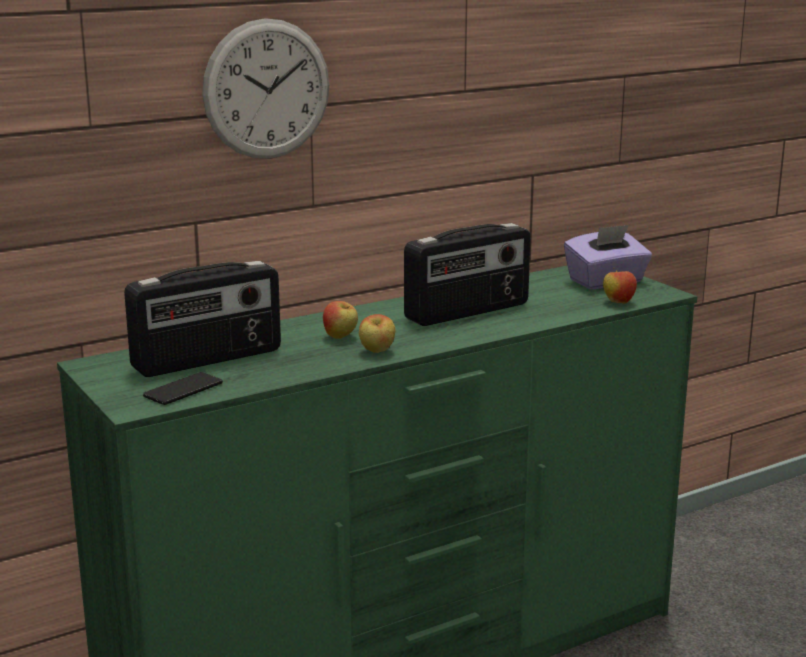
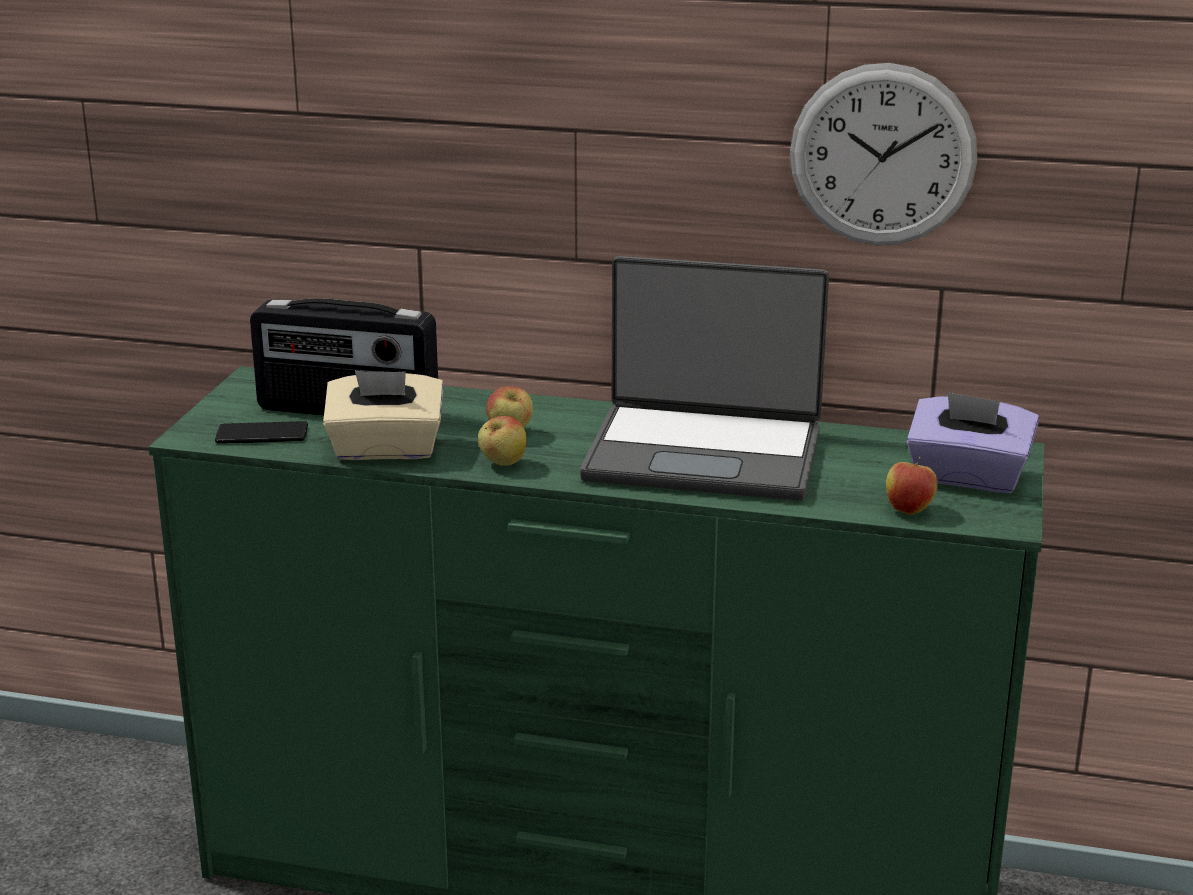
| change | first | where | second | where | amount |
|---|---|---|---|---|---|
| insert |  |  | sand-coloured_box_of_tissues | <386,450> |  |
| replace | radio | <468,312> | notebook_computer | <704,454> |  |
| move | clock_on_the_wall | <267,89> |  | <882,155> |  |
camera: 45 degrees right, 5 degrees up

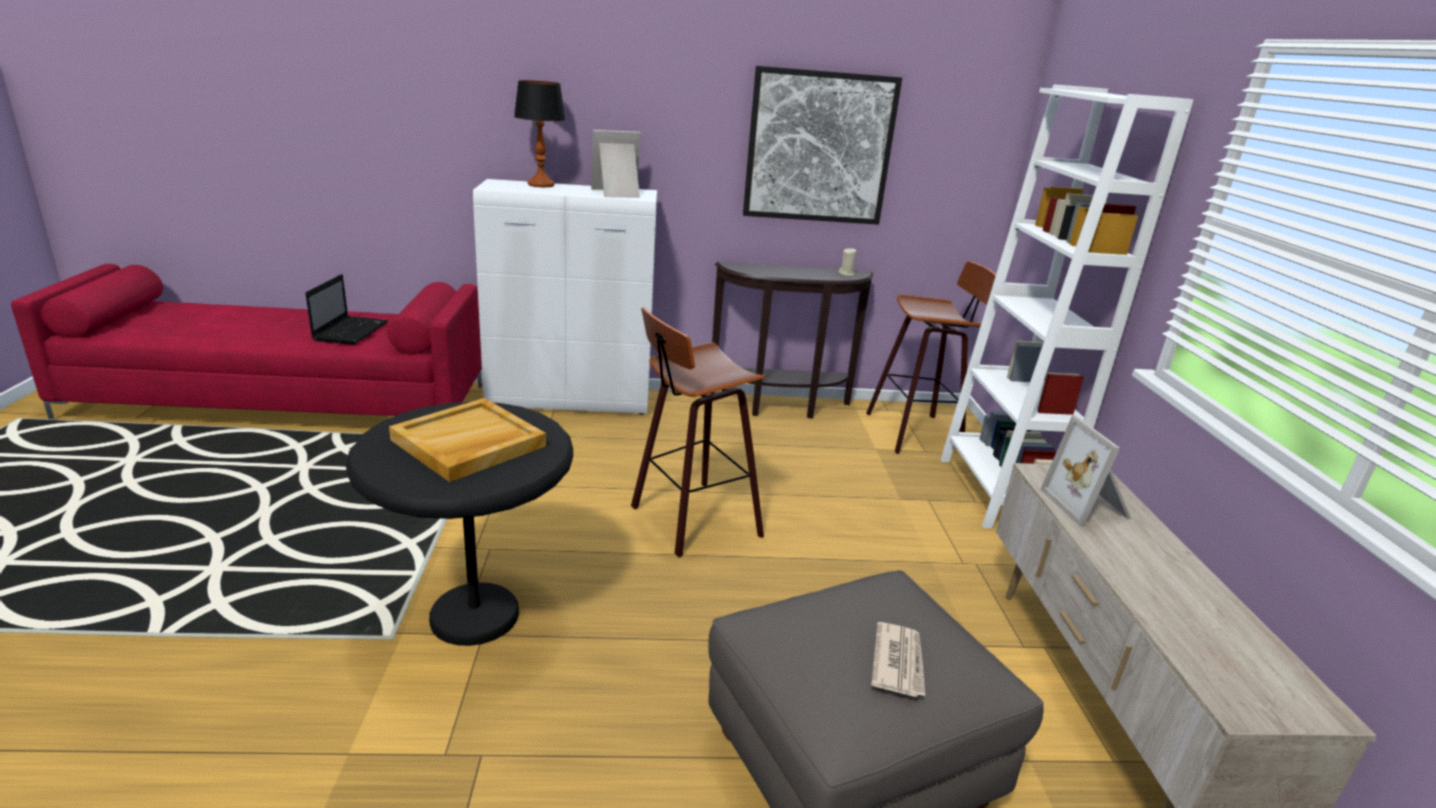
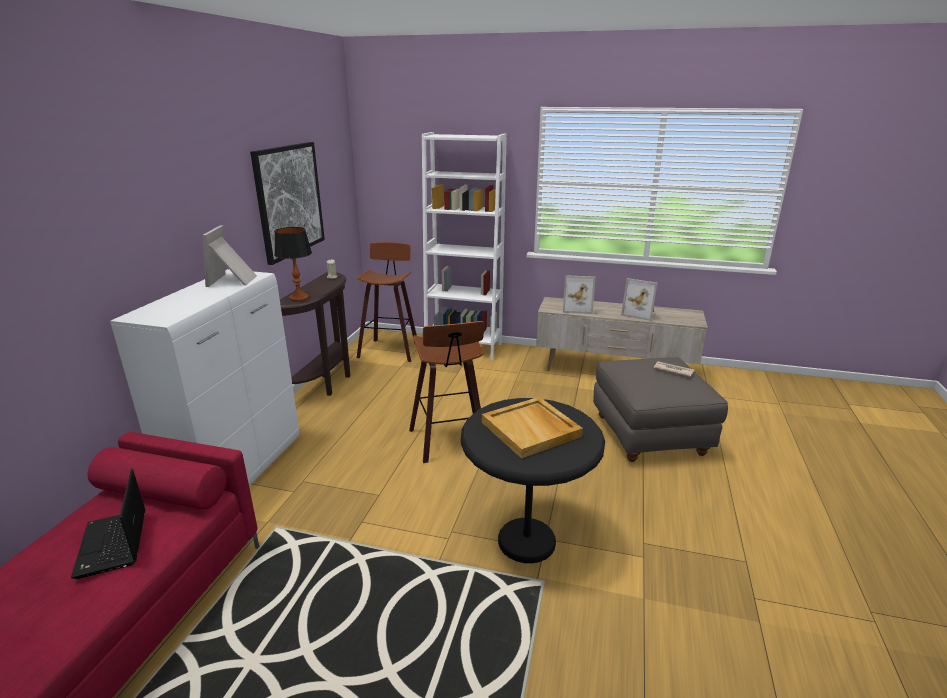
| change | first | where | second | where | amount |
|---|---|---|---|---|---|
| rotate | notebook_computer | <351,331> |  | <113,545> | 135 degrees counterclockwise |
| move | table_lamp | <541,185> |  | <299,298> |  |
| insert |  |  | photo_frame | <639,313> |  |
camera: 70 degrees left, 0 degrees up

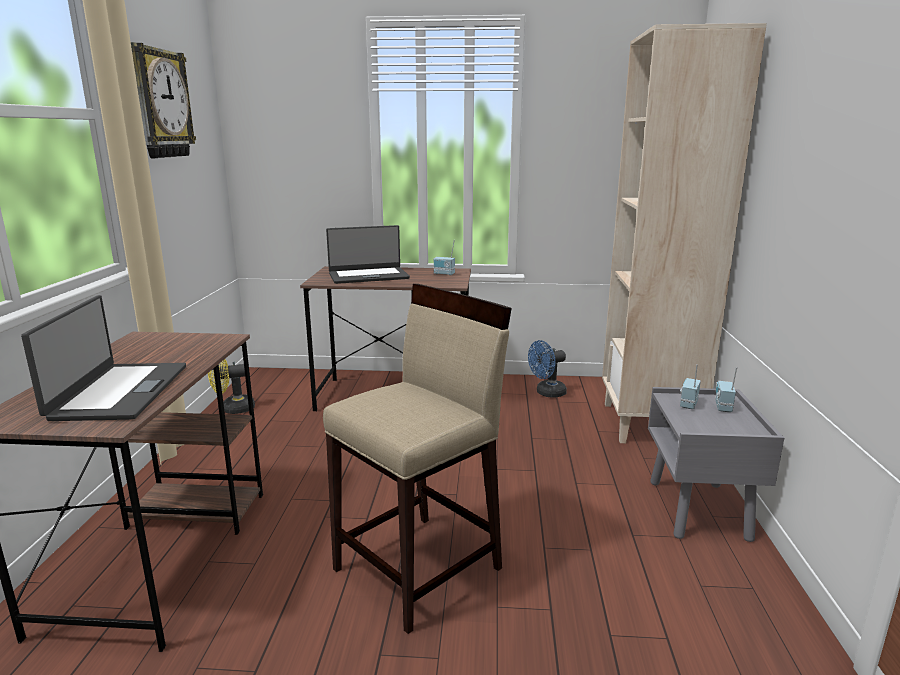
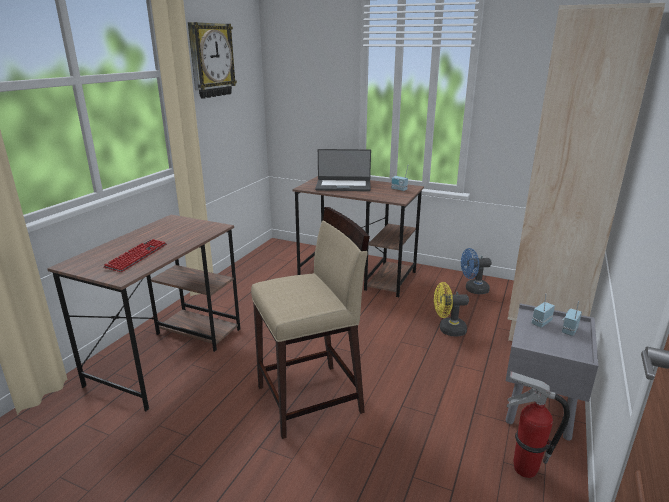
| change | first | where | second | where | amount |
|---|---|---|---|---|---|
| replace | notebook_computer | <119,392> | keyboard | <137,256> |  |
| move | yellow-coloured_fan | <233,409> |  | <448,330> |  |
| insert |  |  | fire_extinguisher | <524,469> |  |
camera: 20 degrees right, 5 degrees up

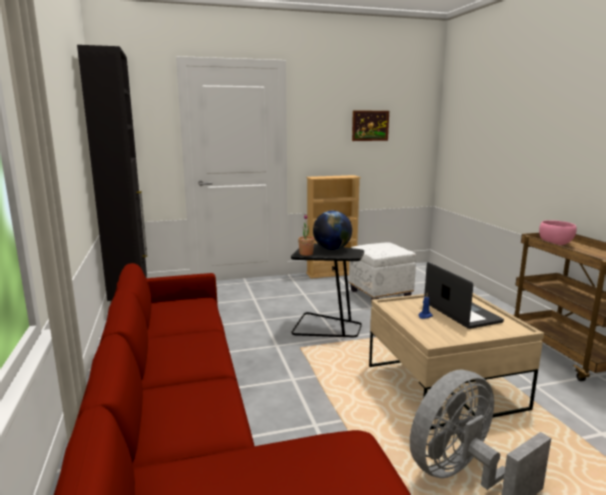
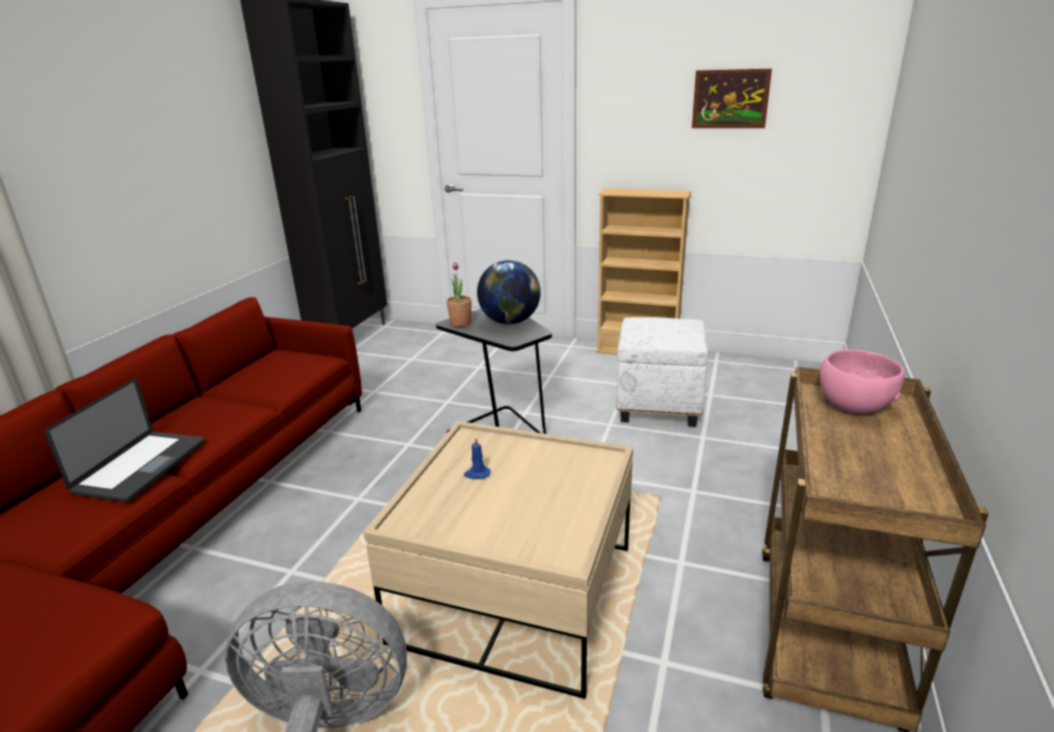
| change | first | where | second | where | amount |
|---|---|---|---|---|---|
| move | notebook_computer | <461,312> |  | <141,467> |  |
camera: 35 degrees right, 10 degrees up

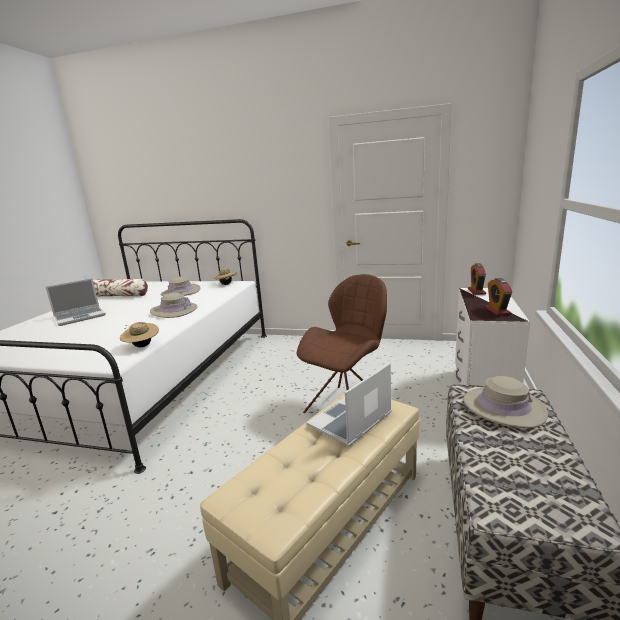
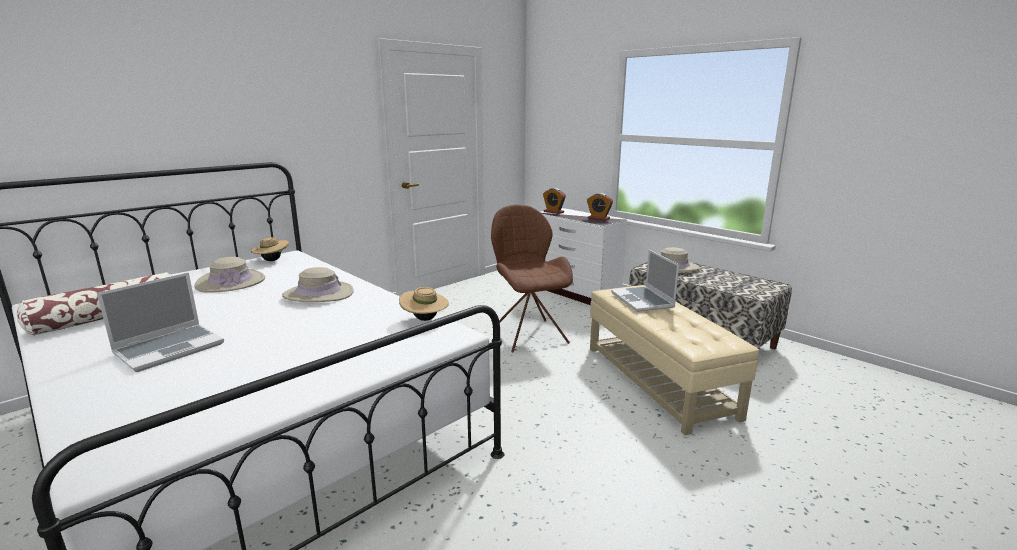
| change | first | where | second | where | amount |
|---|---|---|---|---|---|
| rotate | notebook_computer | <80,317> |  | <170,348> | 45 degrees clockwise |
camera: 60 degrees left, 0 degrees up

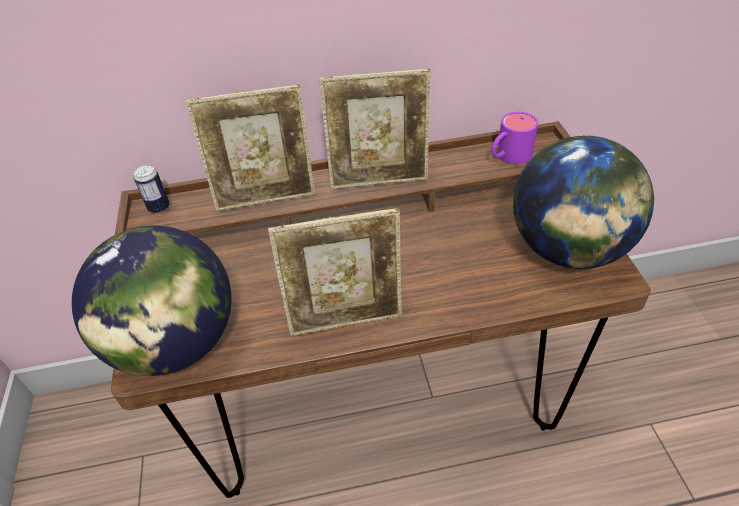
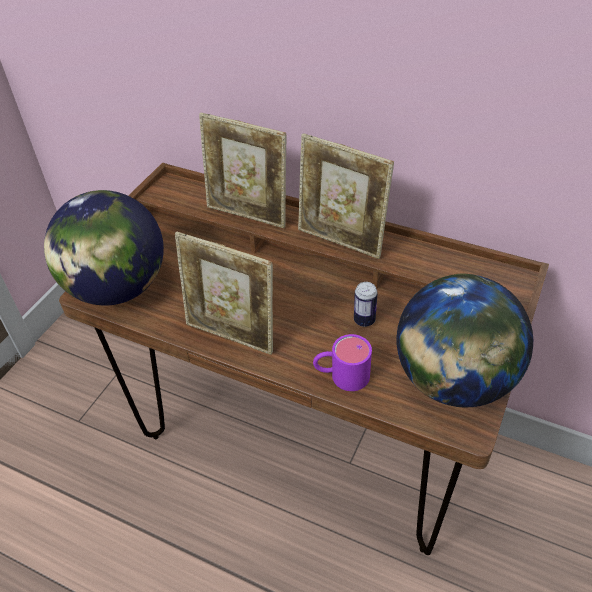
| change | first | where | second | where | amount |
|---|---|---|---|---|---|
| move | purplish_tea_mug | <508,157> |  | <341,375> |  |
| move | sealed_can | <159,208> |  | <364,320> |  |
camera: 35 degrees right, 0 degrees up

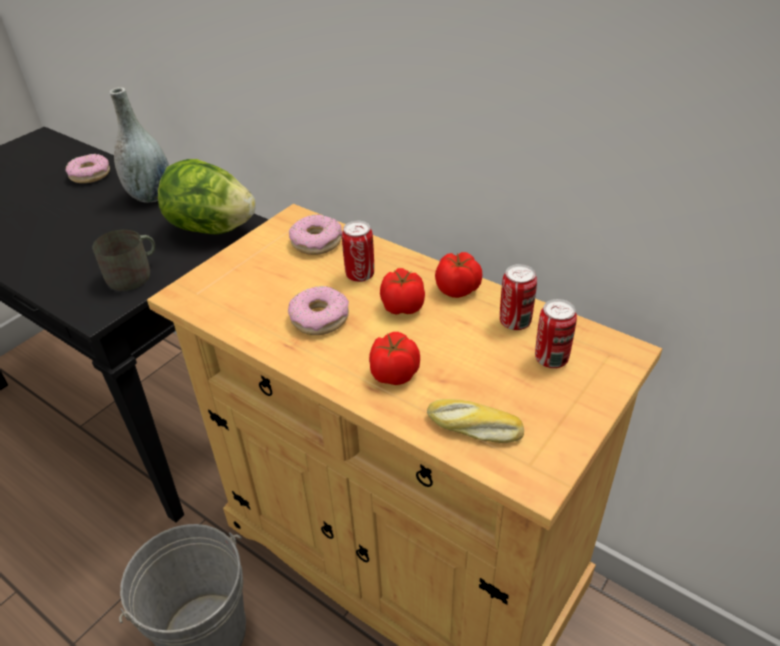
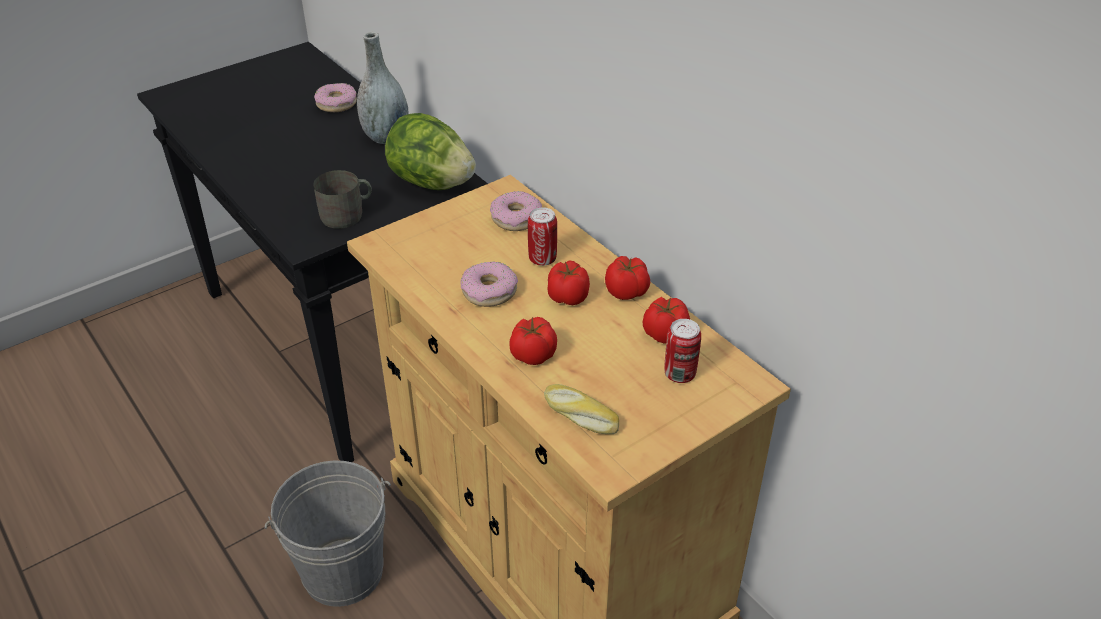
| change | first | where | second | where | amount |
|---|---|---|---|---|---|
| replace | sealed_can | <515,322> | tomato | <664,334> |  |
camera: 15 degrees right, 0 degrees up

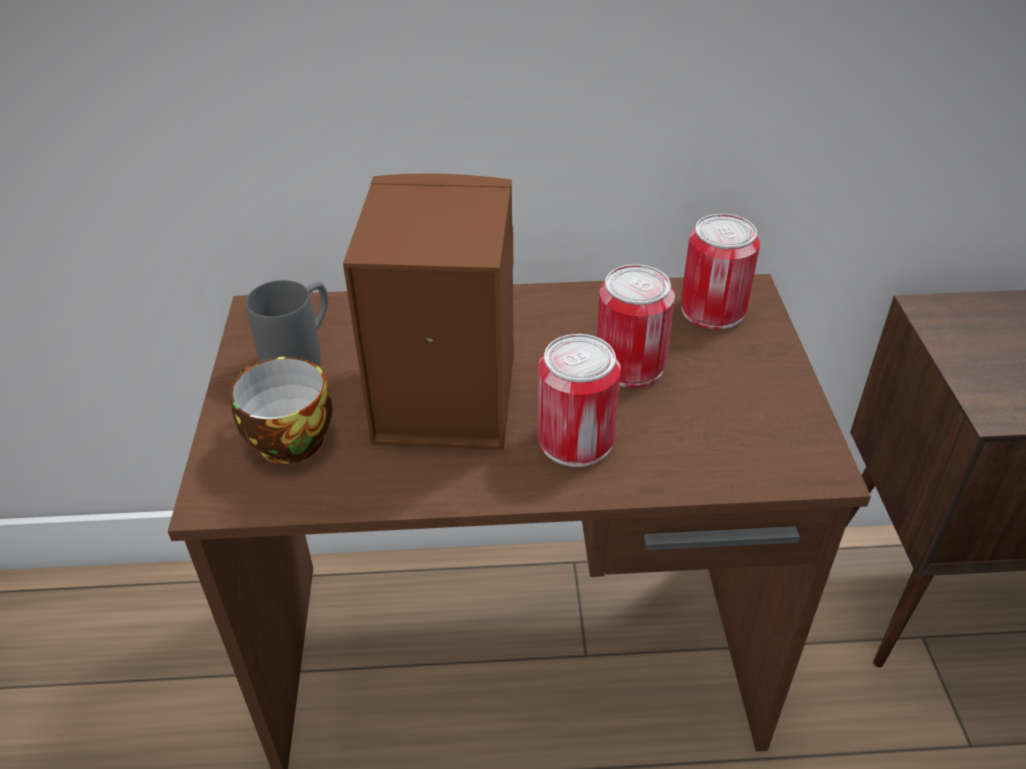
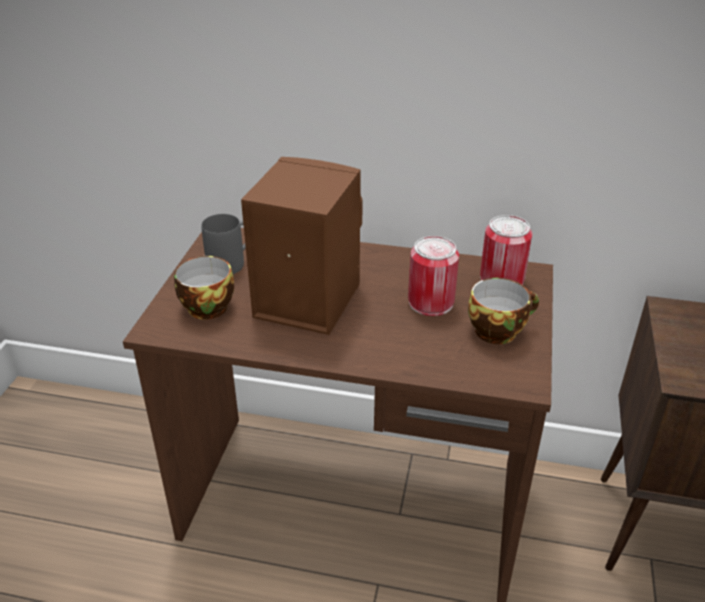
| change | first | where | second | where | amount |
|---|---|---|---|---|---|
| insert |  |  | small_cup | <498,330> |  |
| delete | sealed_can | <575,440> |  |  |  |
camera: 15 degrees right, 5 degrees down

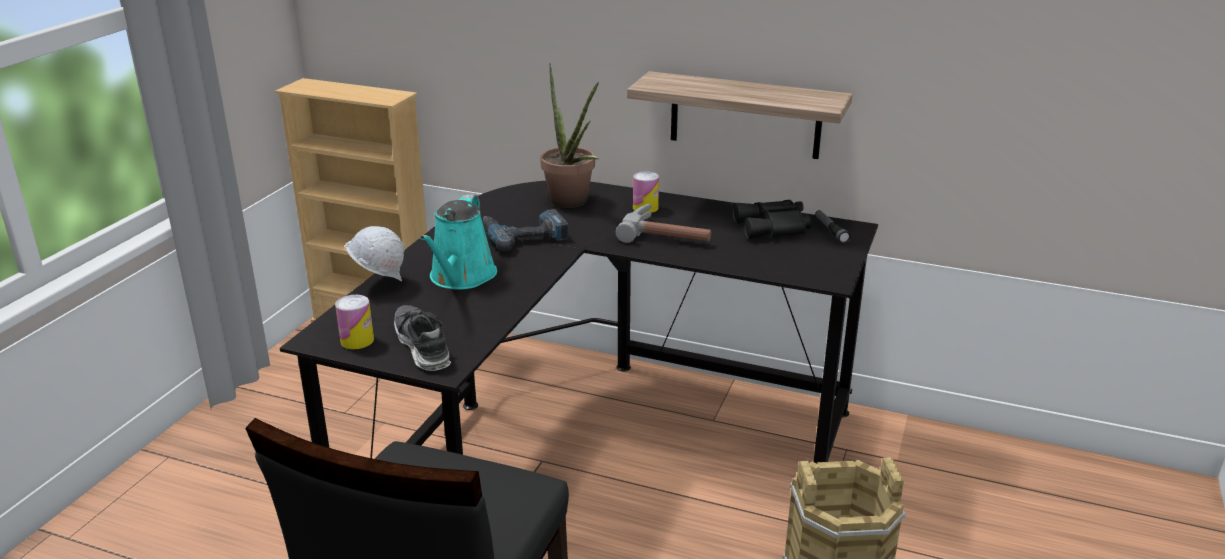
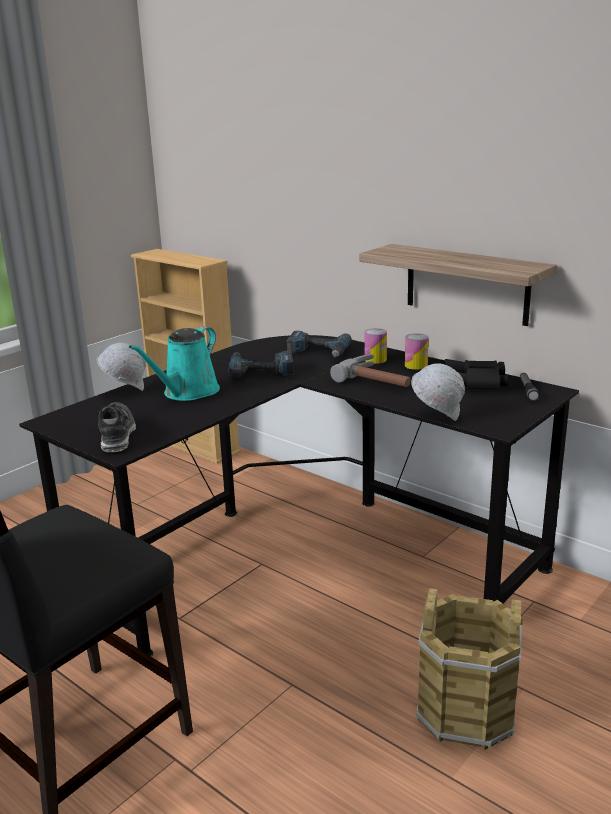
| change | first | where | second | where | amount |
|---|---|---|---|---|---|
| replace | houseplant | <572,203> | drill | <318,352> |  |
| move | sealed_can | <357,340> |  | <416,365> |  |
| insert |  |  | white_safety_helmet | <437,415> |  |
camera: 20 degrees right, 5 degrees down

